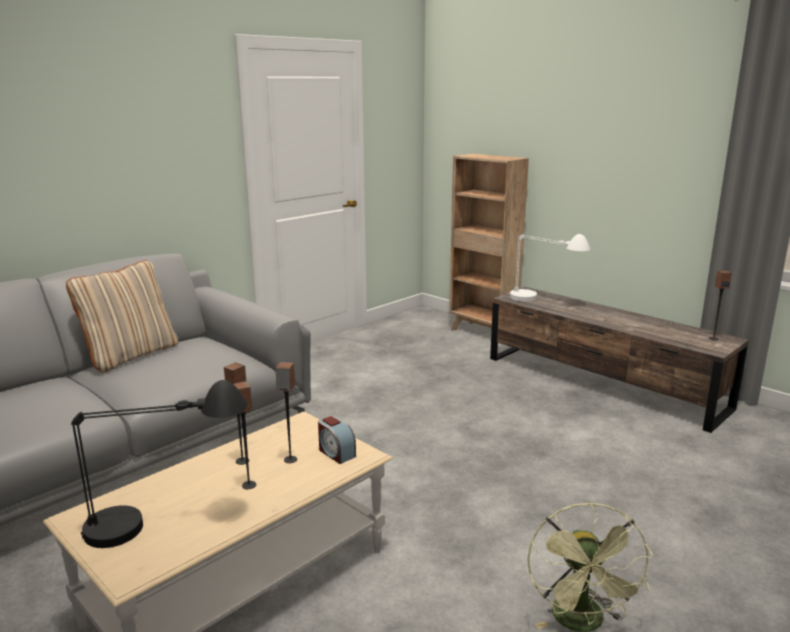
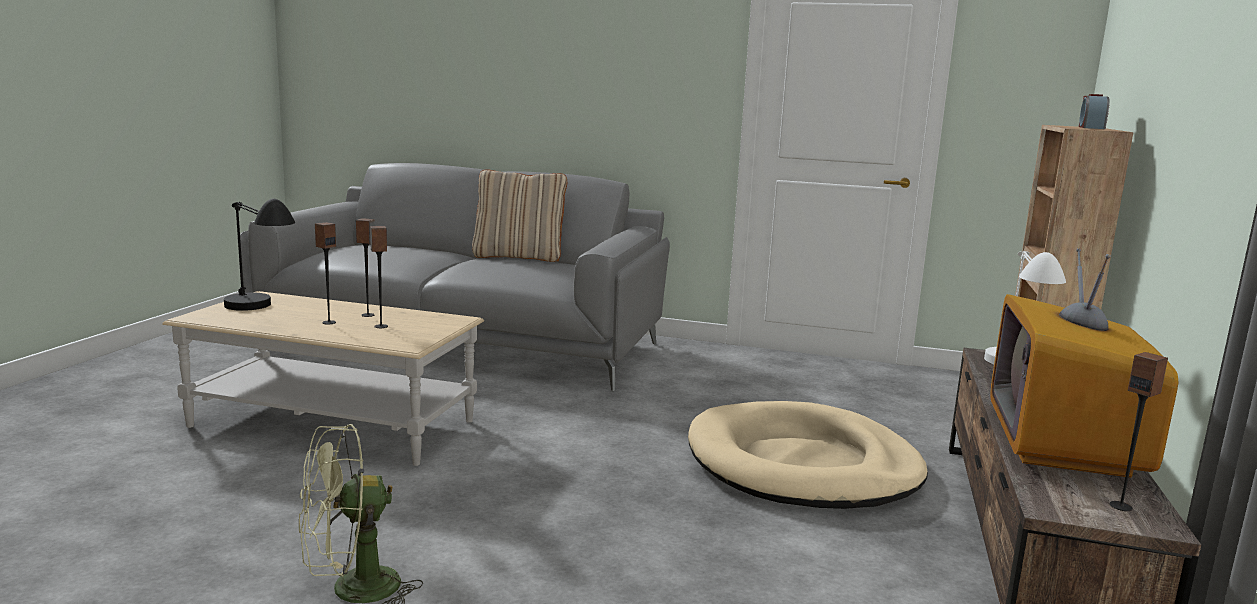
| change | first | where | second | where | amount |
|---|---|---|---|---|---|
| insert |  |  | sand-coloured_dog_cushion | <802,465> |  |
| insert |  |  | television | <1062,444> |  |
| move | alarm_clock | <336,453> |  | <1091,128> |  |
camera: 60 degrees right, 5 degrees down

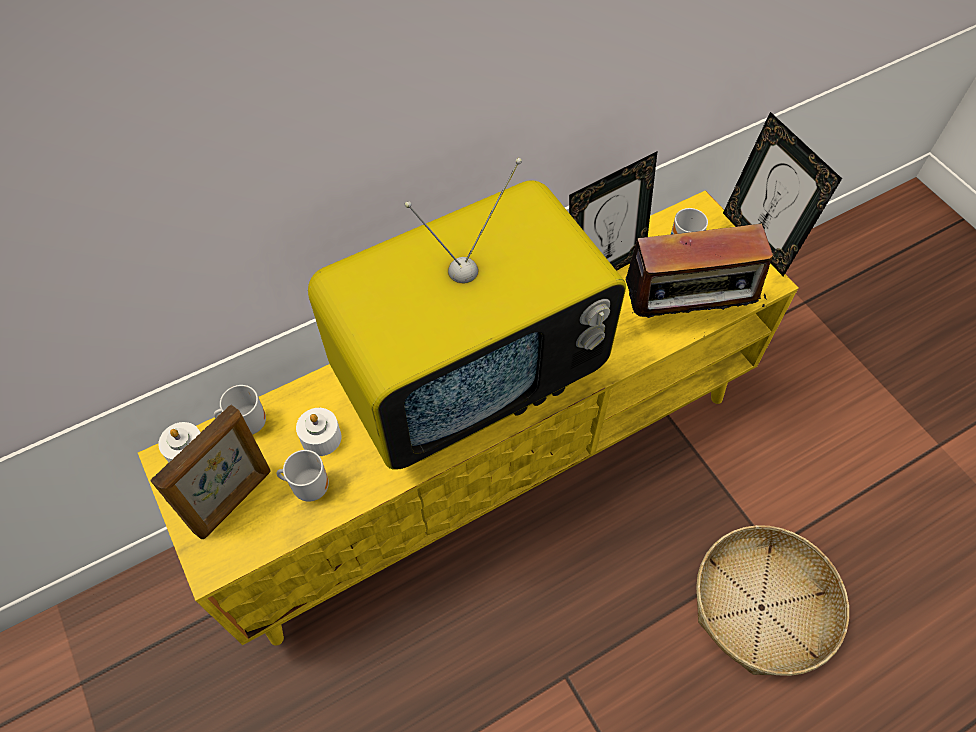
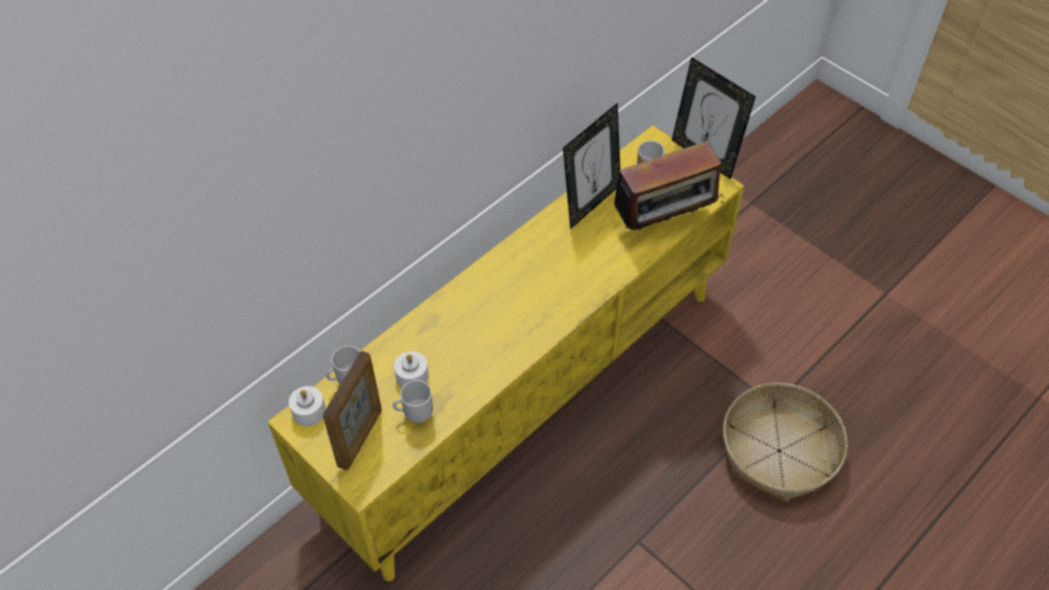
| change | first | where | second | where | amount |
|---|---|---|---|---|---|
| delete | television | <470,378> |  |  |  |
camera: 15 degrees left, 5 degrees down

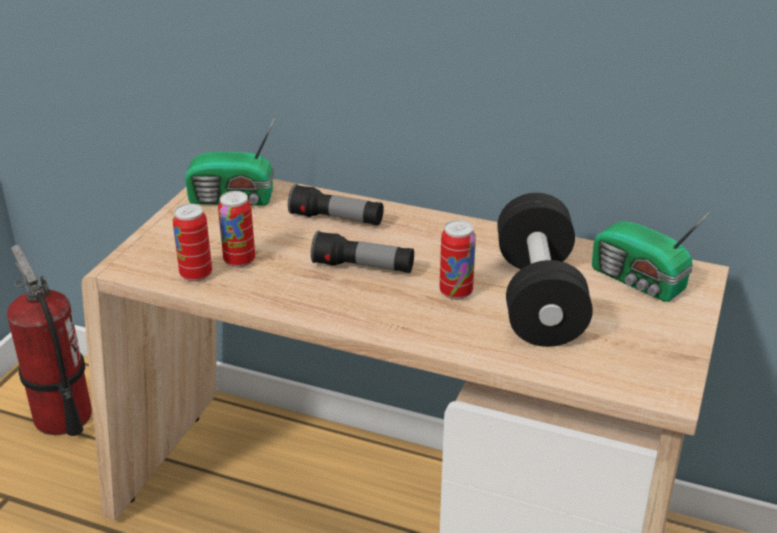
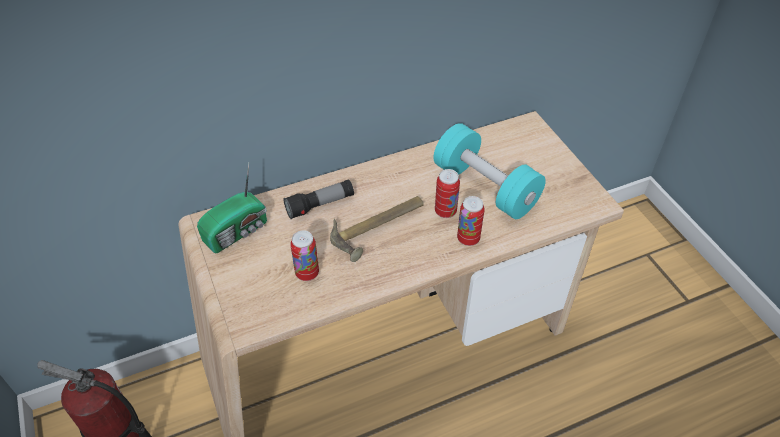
| change | first | where | second | where | amount |
|---|---|---|---|---|---|
| replace | hand_torch | <363,267> | tool_hammer | <379,228> |  |
| recolor | blackish_free_weight | <538,298> | turquoise_free_weight | <485,187> |  |
| move | sealed_can | <196,275> |  | <468,239> |  |
| delete | radio | <639,281> |  |  |  |
camera: 45 degrees left, 15 degrees up

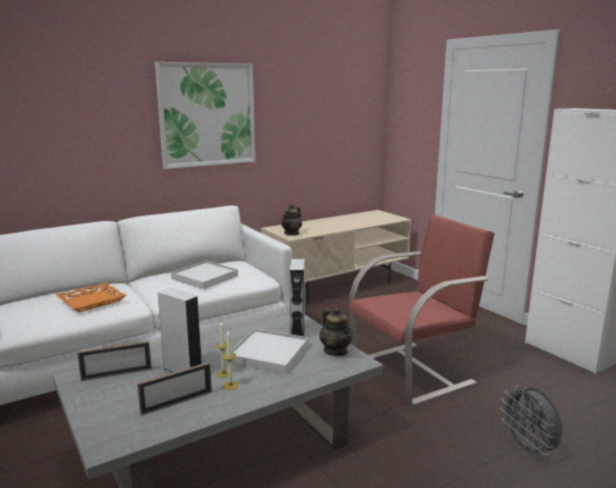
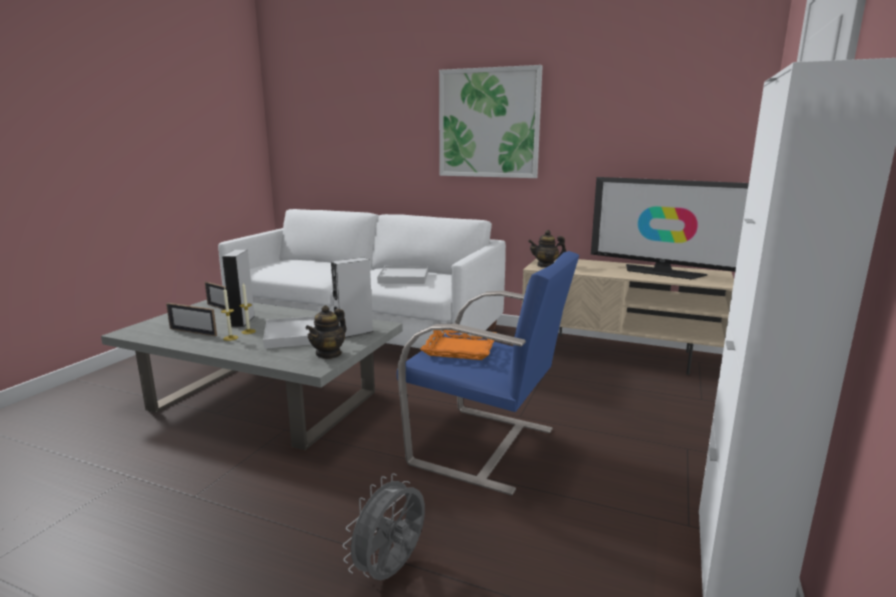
| change | first | where | second | where | amount |
|---|---|---|---|---|---|
| recolor | red-coloured_easy_chair | <413,371> | blue_easy_chair | <485,447> |  |
| move | orange-coloured_carrying_tray | <91,301> |  | <460,348> |  |
| insert |  |  | television | <662,272> |  |
camera: 55 degrees right, 0 degrees up

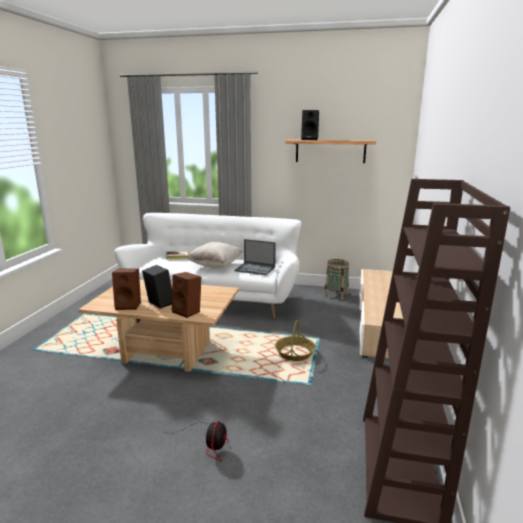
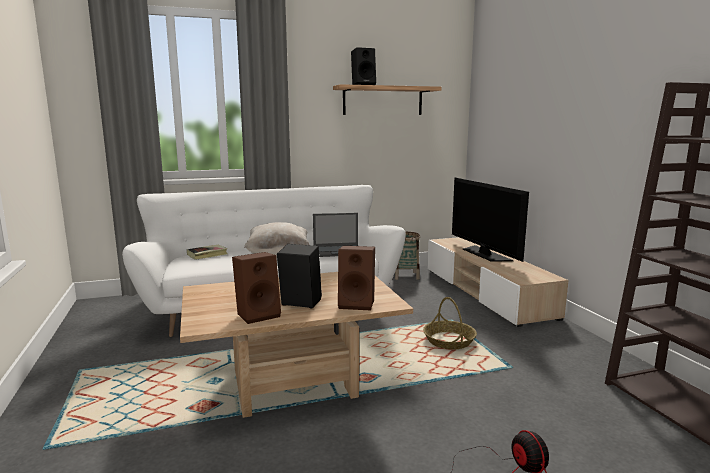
| change | first | where | second | where | amount |
|---|---|---|---|---|---|
| insert |  |  | television | <484,254> |  |
camera: 30 degrees left, 5 degrees down

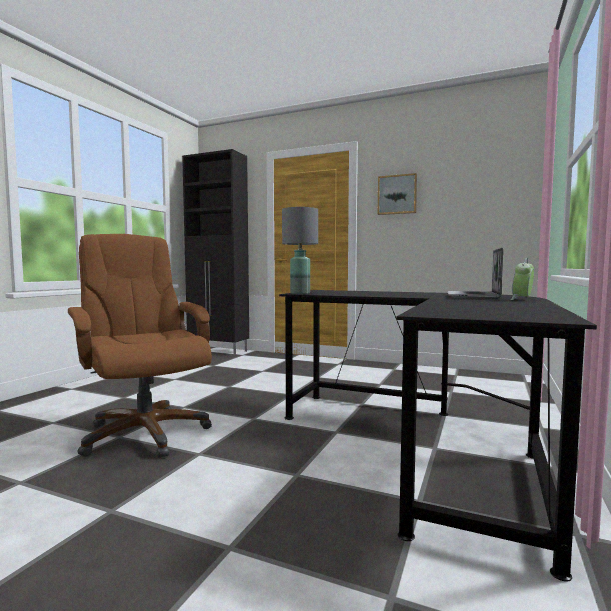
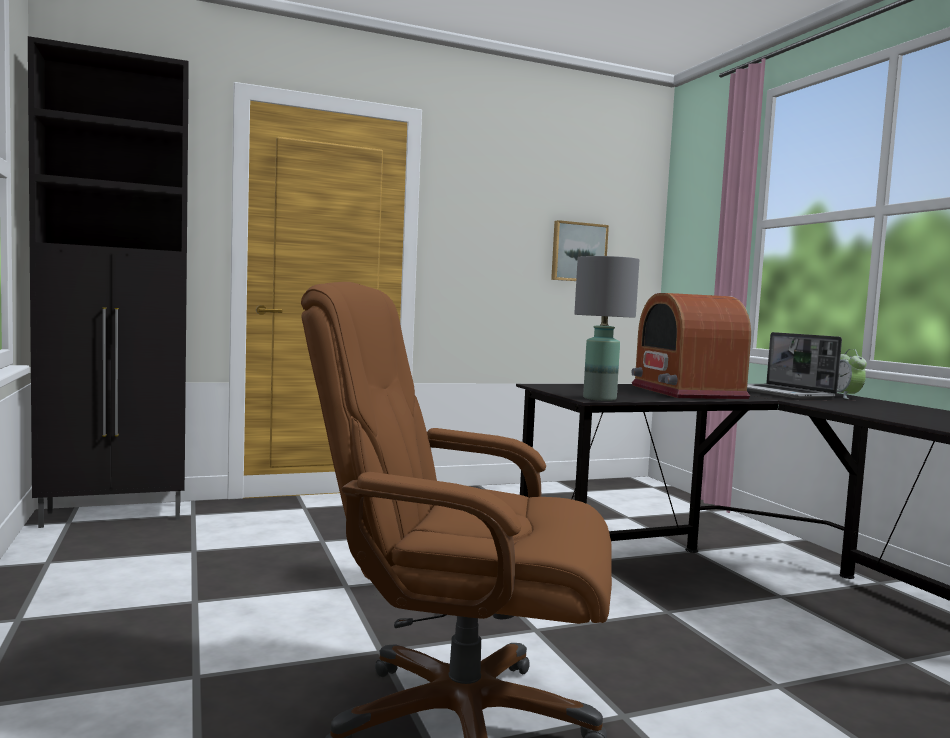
| change | first | where | second | where | amount |
|---|---|---|---|---|---|
| move | picture | <397,194> |  | <578,252> |  |
| insert |  |  | radio | <686,392> |  |
camera: 45 degrees left, 0 degrees up

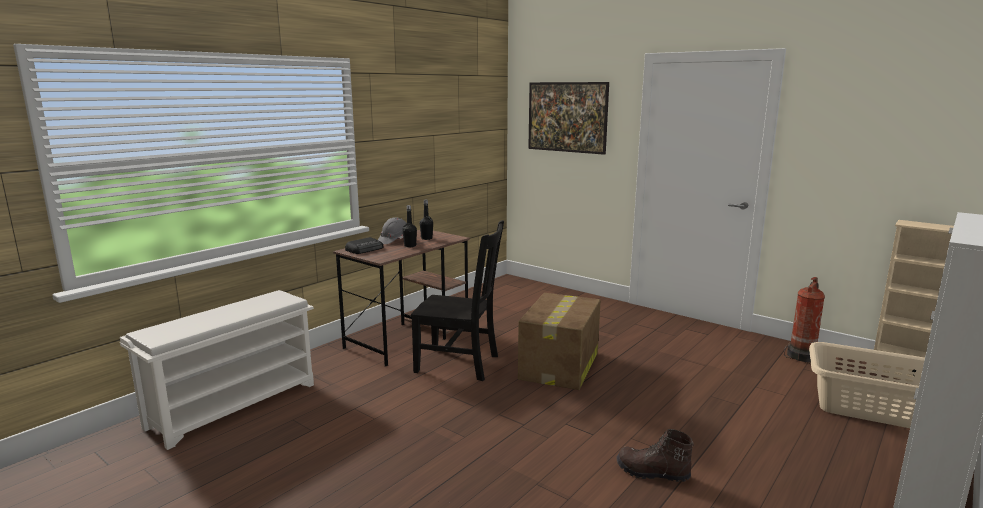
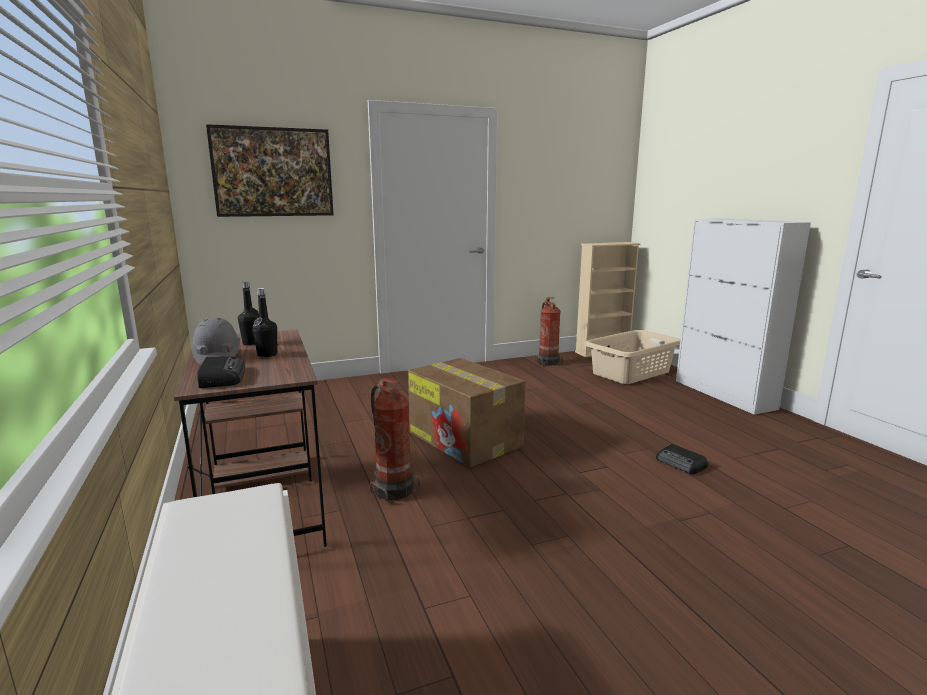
| change | first | where | second | where | amount |
|---|---|---|---|---|---|
| replace | blackish_chair | <460,364> | fire_extinguisher | <393,489> |  |
| replace | brownish_boot | <652,473> | radio | <681,463> |  |
camera: 60 degrees left, 0 degrees up

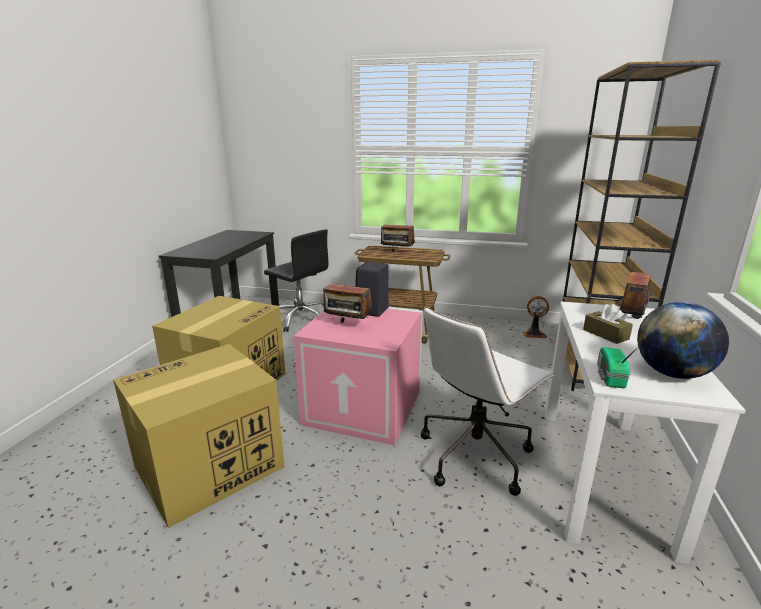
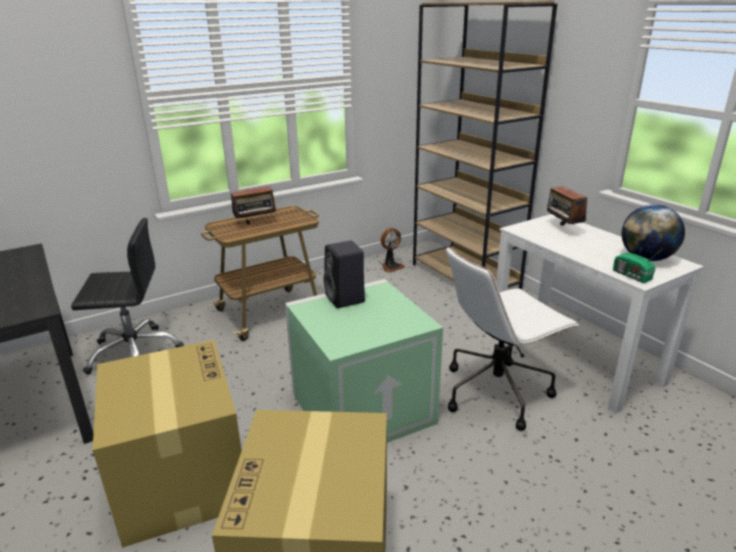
| change | first | where | second | where | amount |
|---|---|---|---|---|---|
| recolor | pink_storage_box | <365,406> | green_storage_box | <363,406> |  |
| rotate | white_desk_chair | <476,454> |  | <497,392> | 60 degrees clockwise |
| delete | radio | <347,325> |  |  |  |
| delete | brownish_box_of_tissues | <605,334> |  |  |  |
camera: 45 degrees left, 5 degrees up

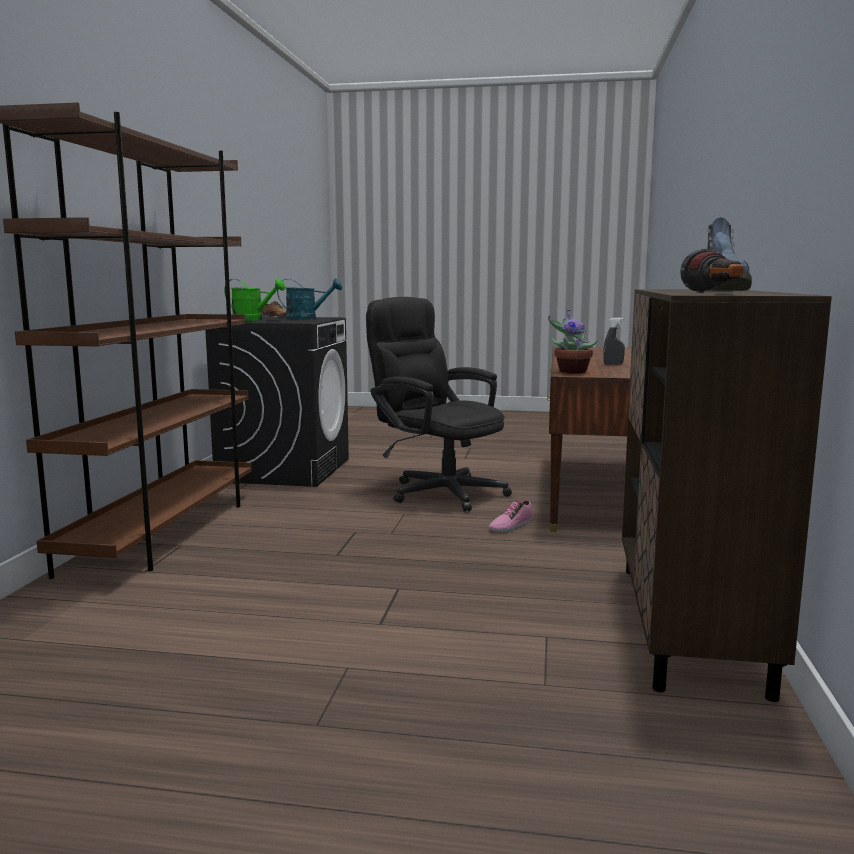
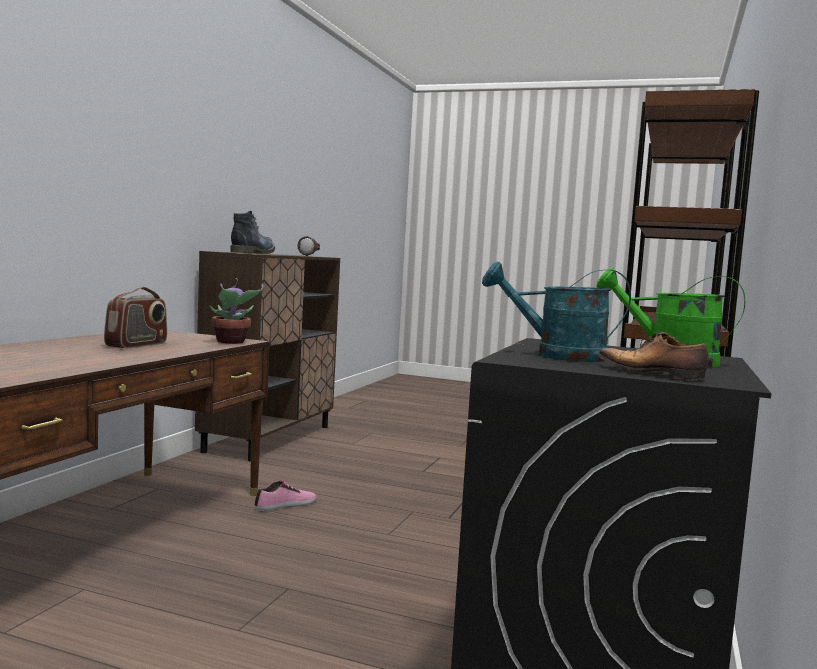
| change | first | where | second | where | amount |
|---|---|---|---|---|---|
| replace | grey_sprayer | <613,364> | radio | <137,345> |  |
| delete | blackish_desk_chair | <438,491> |  |  |  |
camera: 170 degrees left, 5 degrees down

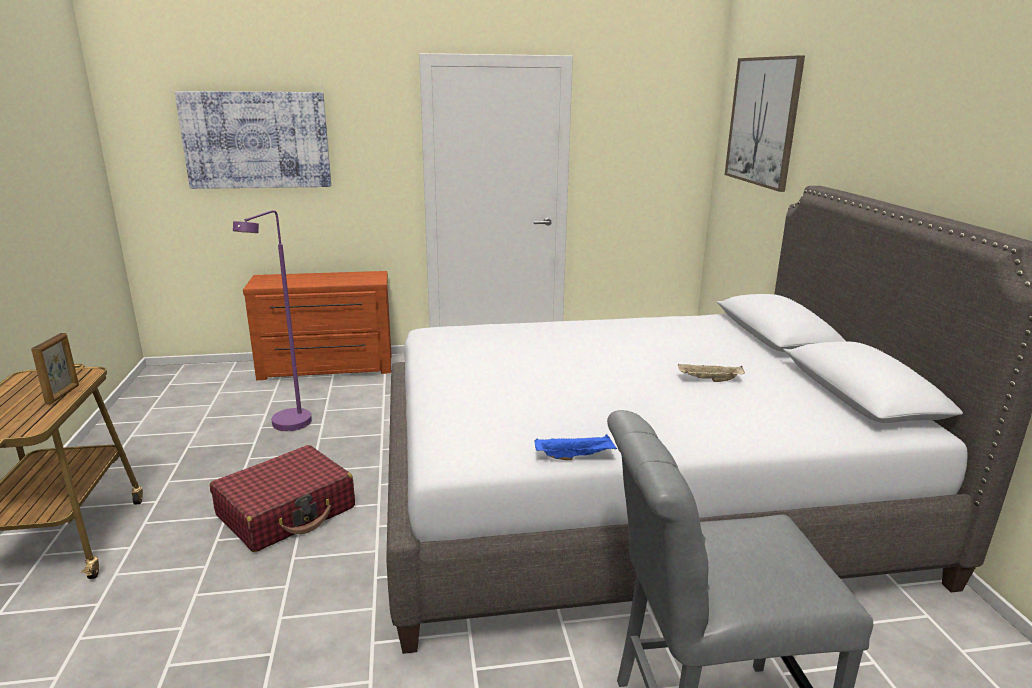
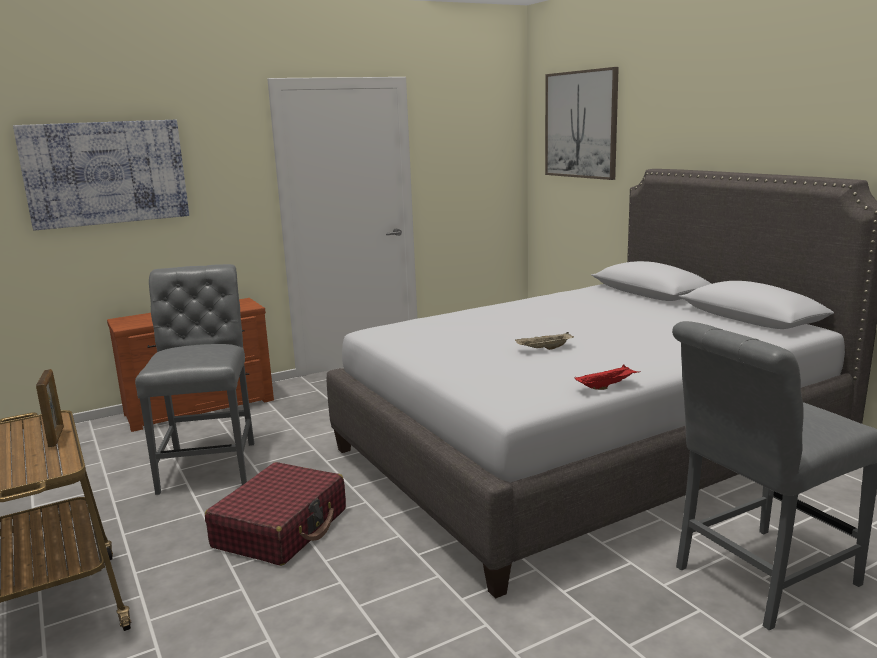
| change | first | where | second | where | amount |
|---|---|---|---|---|---|
| replace | purplish_floor_lamp | <288,427> | grey_chair | <210,463> |  |
| move | sand-coloured_carrying_tray | <709,380> |  | <544,349> |  |
| recolor | blue_carrying_tray | <575,456> | red-coloured_carrying_tray | <607,386> |  |
camera: 20 degrees left, 5 degrees down

